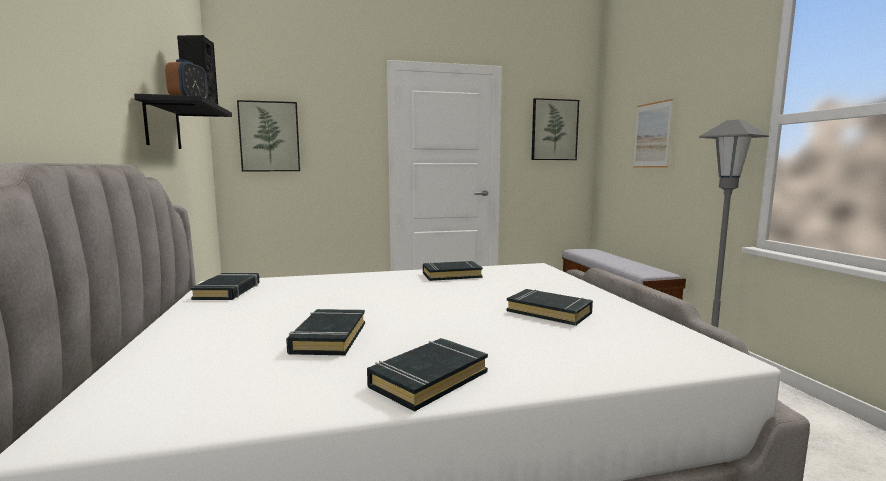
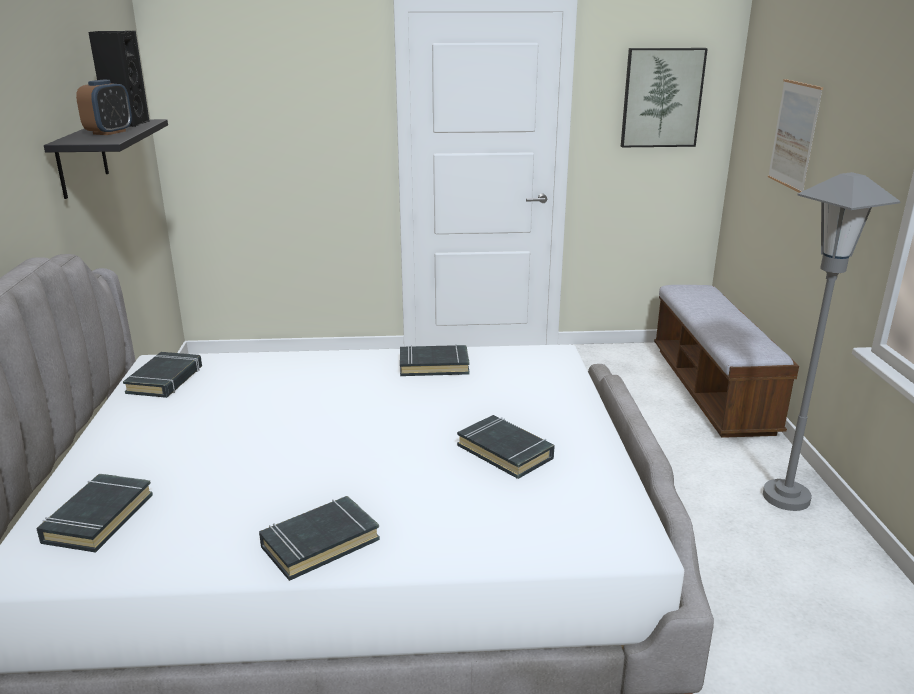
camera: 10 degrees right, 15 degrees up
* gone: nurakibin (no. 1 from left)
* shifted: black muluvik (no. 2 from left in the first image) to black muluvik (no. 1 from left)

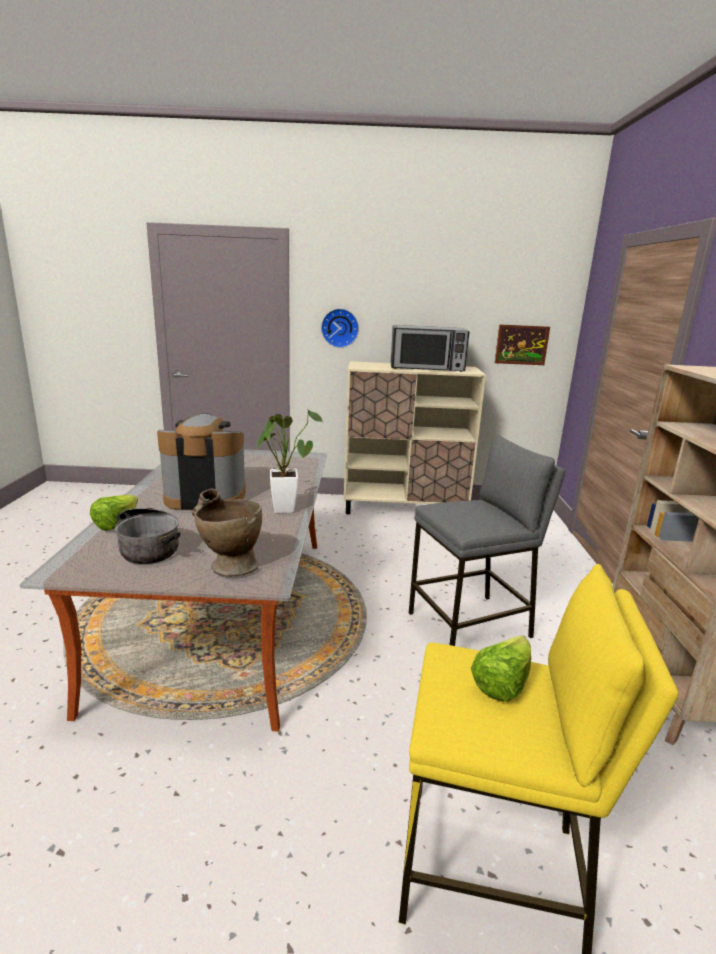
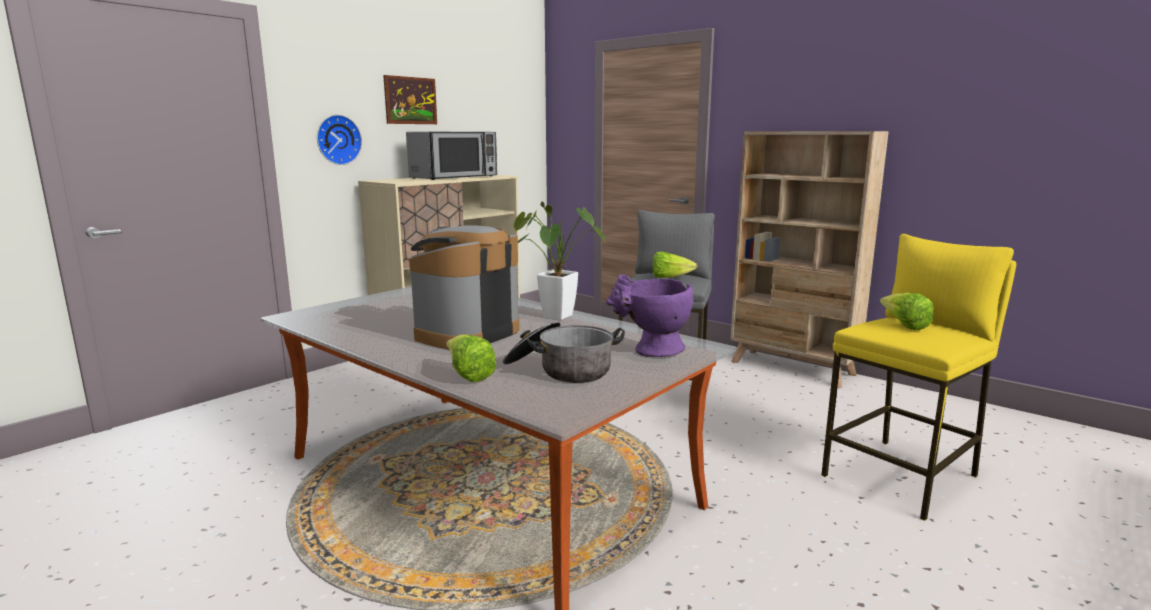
camera: 50 degrees left, 5 degrees down
* repainted: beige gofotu to purple gofotu
* shifted: nurakibin
* new: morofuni (no. 2 from left)

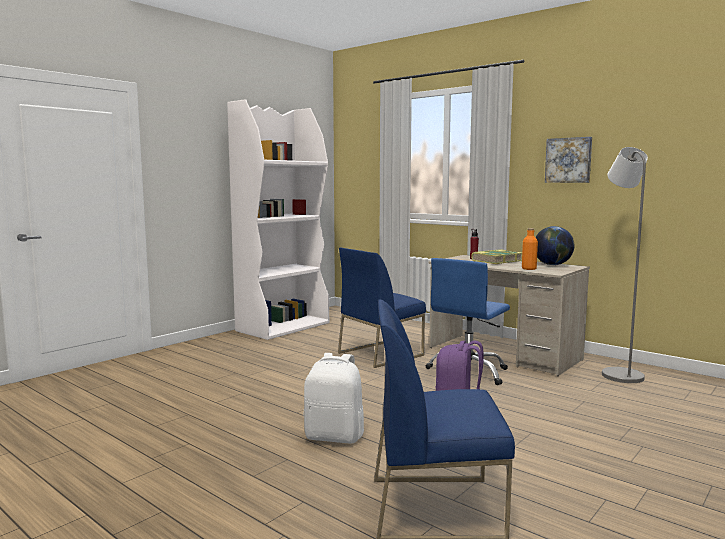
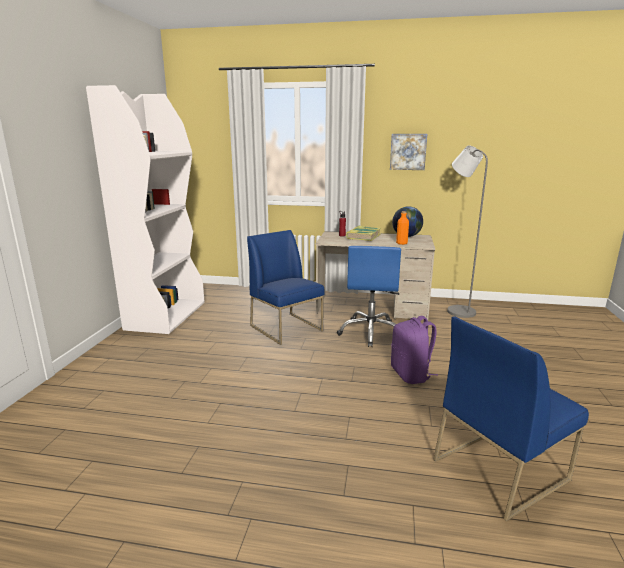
camera: 30 degrees left, 10 degrees up
* gone: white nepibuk
* rotated: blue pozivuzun (no. 1 from left) 120 degrees clockwise

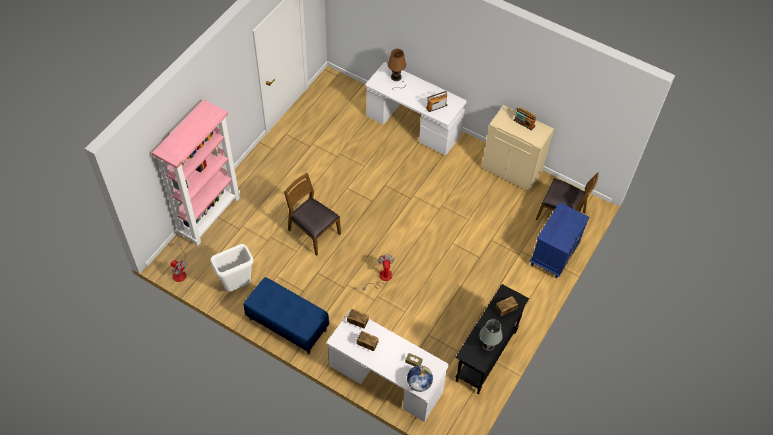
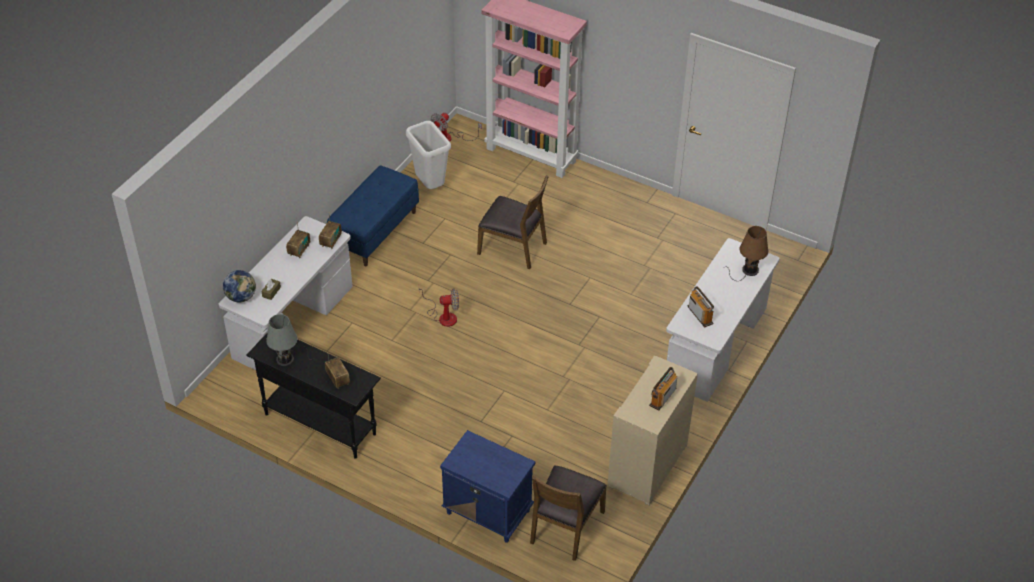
camera: 90 degrees right, 10 degrees down
* rotated: brown pozivuzun (no. 1 from left) 75 degrees clockwise

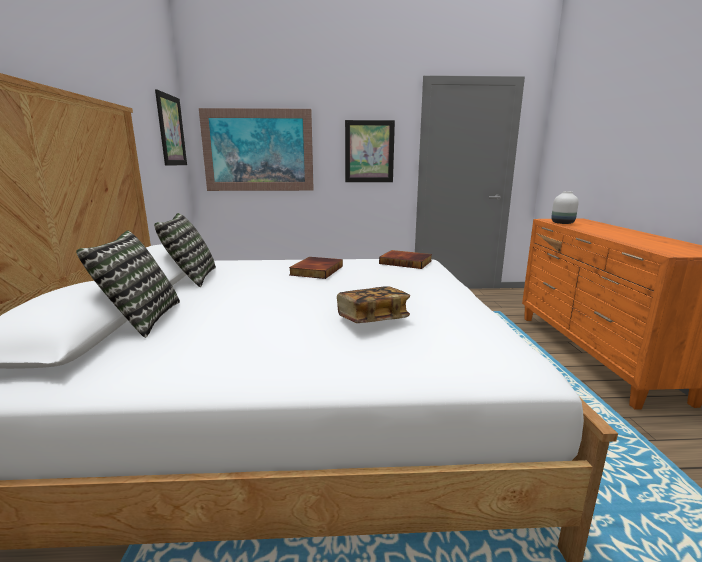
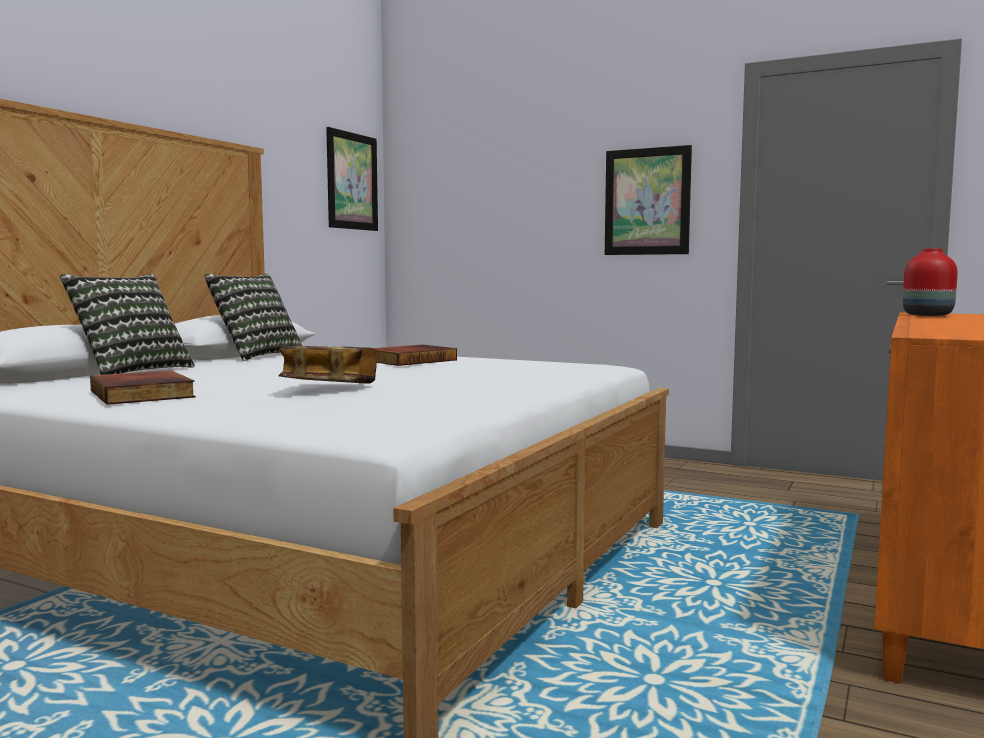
camera: 30 degrees right, 10 degrees down
* gone: nurakibin (no. 2 from left)
* shifted: muluvik (no. 3 from left in the first image) to muluvik (no. 1 from left)
* repainted: white gofotu to red gofotu

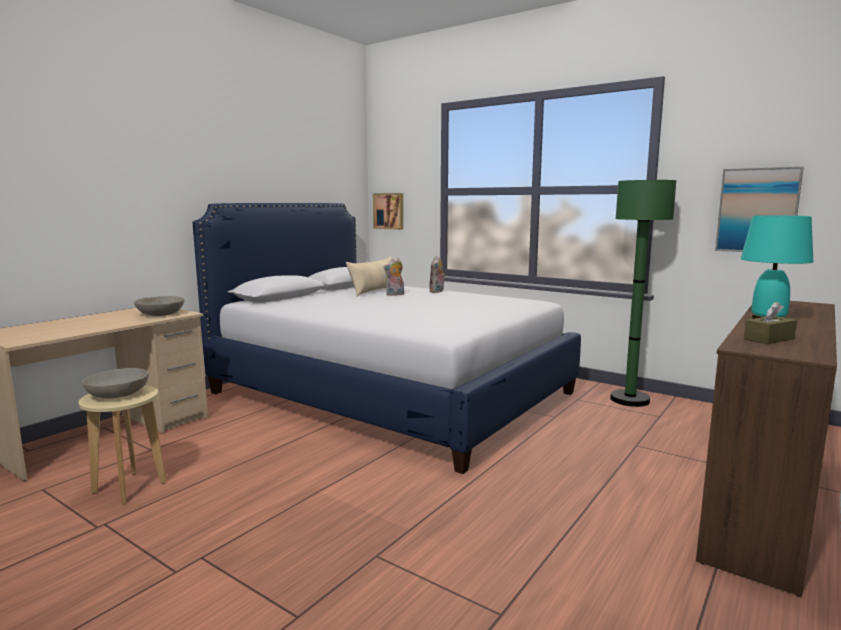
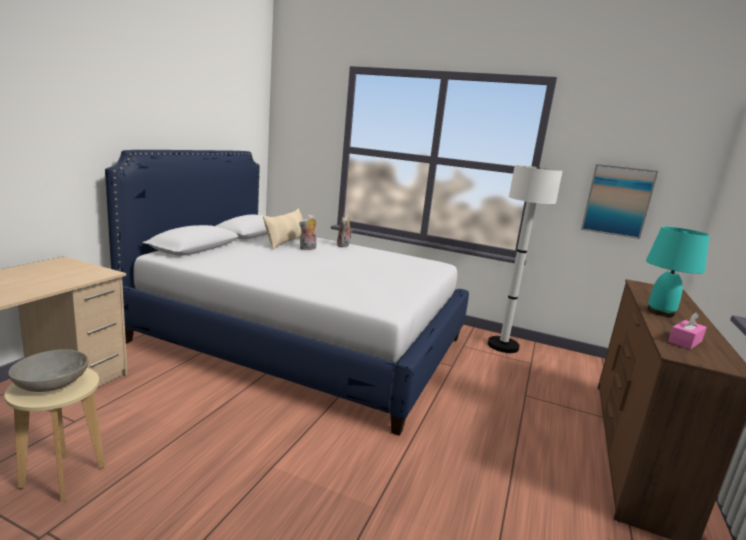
camera: 15 degrees left, 5 degrees up
* gone: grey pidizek (no. 2 from left)
* gone: nurakibin (no. 1 from left)
* repainted: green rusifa to white rusifa
* repainted: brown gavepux to pink gavepux

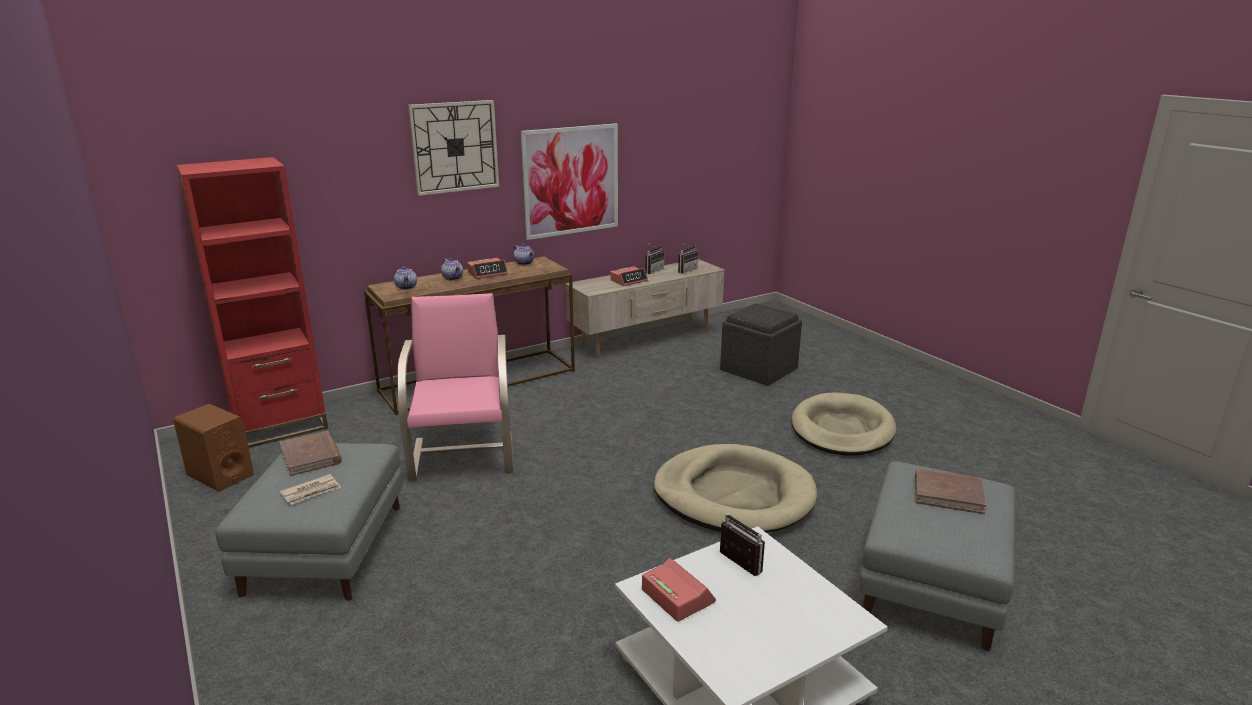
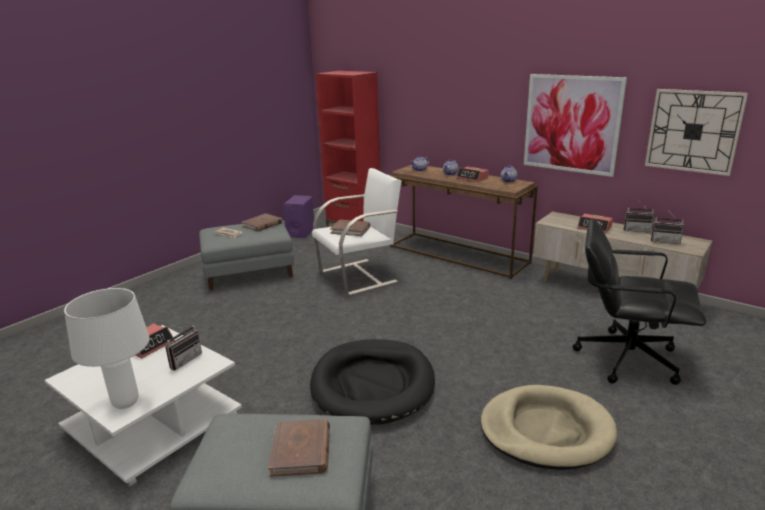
camera: 70 degrees right, 0 degrees up
* repainted: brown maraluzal to purple maraluzal
* repainted: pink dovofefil to white dovofefil
* shifted: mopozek
* repainted: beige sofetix (no. 1 from left) to black sofetix
* swapped: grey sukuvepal (no. 2 from left) to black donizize
* new: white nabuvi
* new: brown muluvik (no. 3 from left)

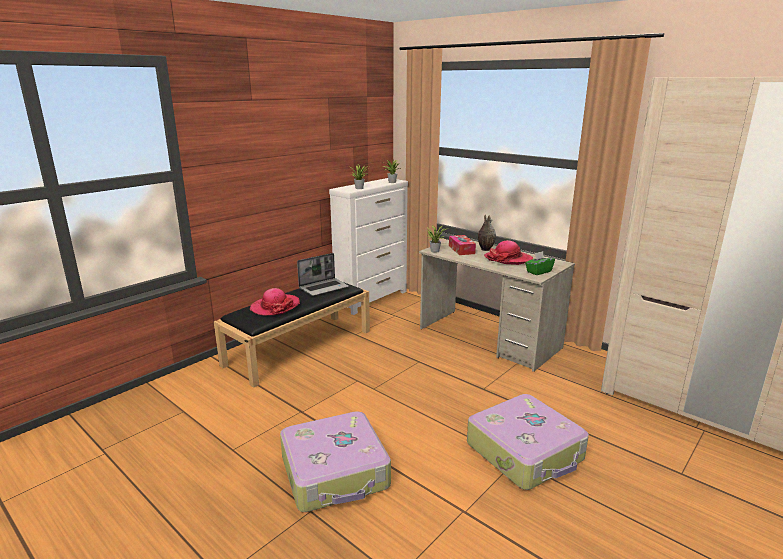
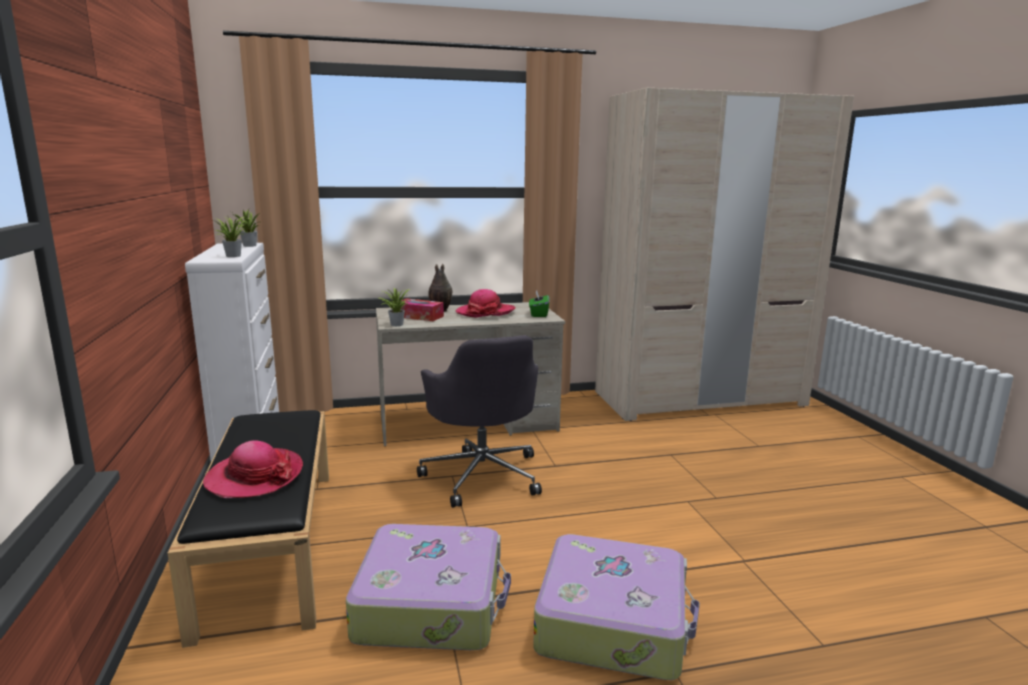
camera: 55 degrees left, 5 degrees down
* gone: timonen
* shifted: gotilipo (no. 2 from left in the first image) to gotilipo (no. 1 from left)
* new: grey donizize

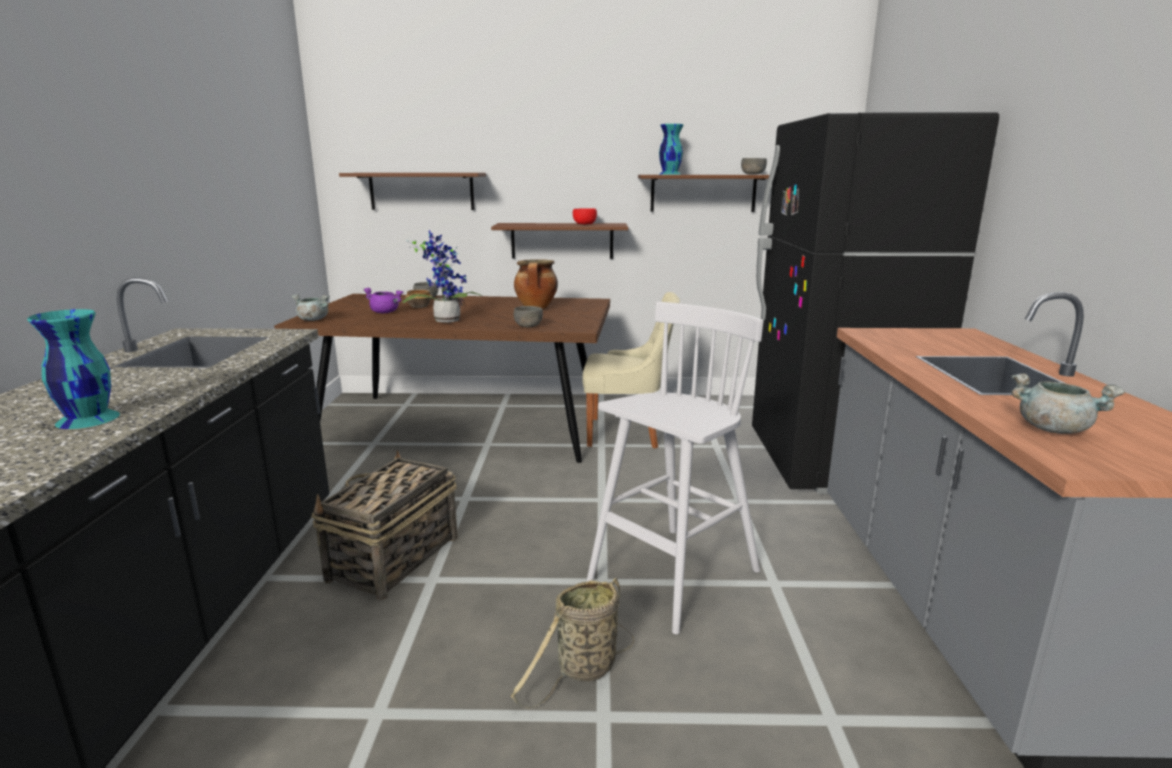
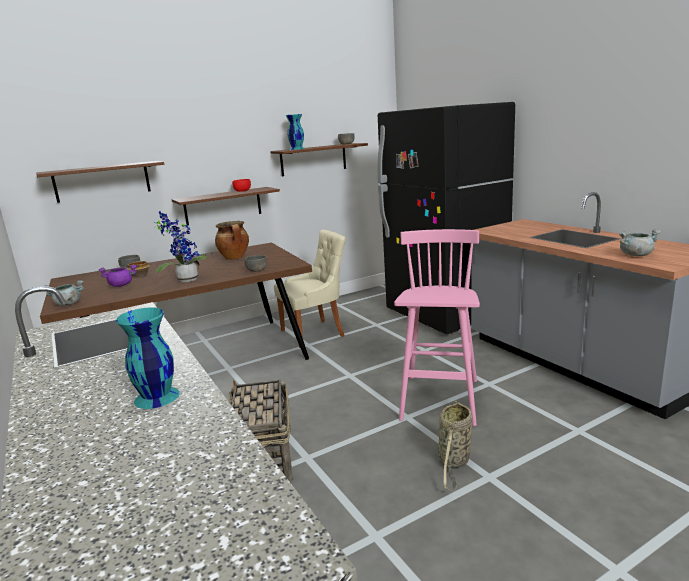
camera: 30 degrees left, 0 degrees up
* repainted: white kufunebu to pink kufunebu

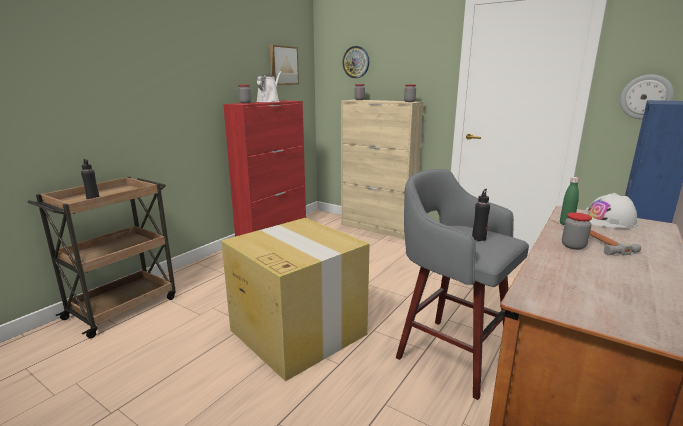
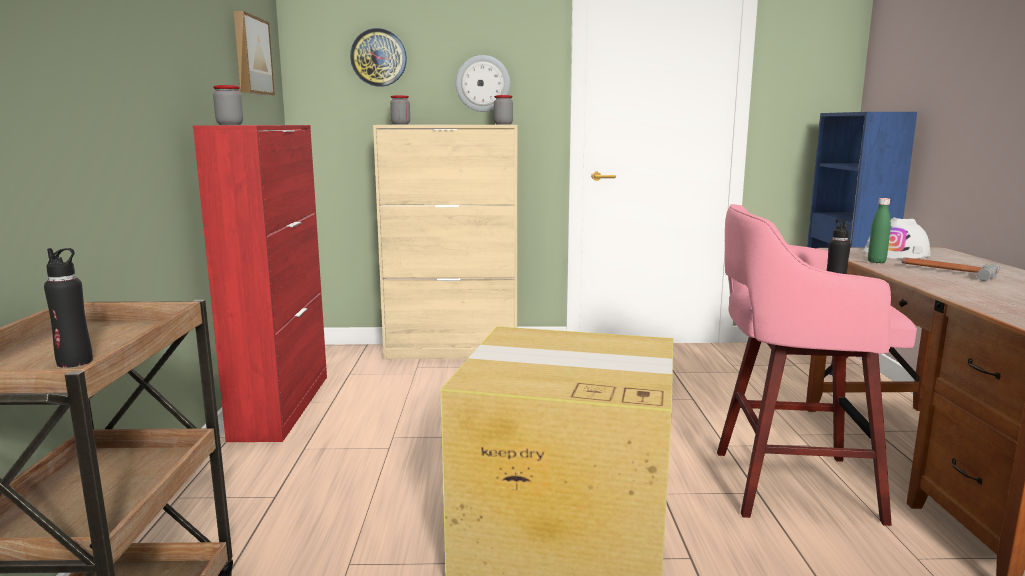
camera: 35 degrees left, 5 degrees down
* gone: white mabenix
* repainted: grey kufunebu to pink kufunebu
* gone: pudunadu (no. 4 from left)
* shifted: mopozek (no. 2 from left)

